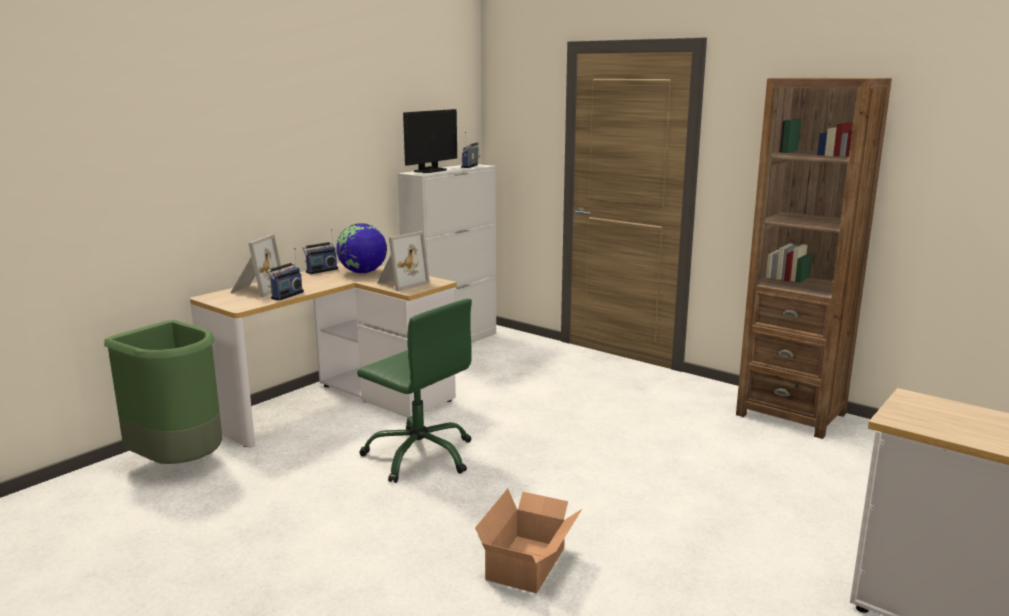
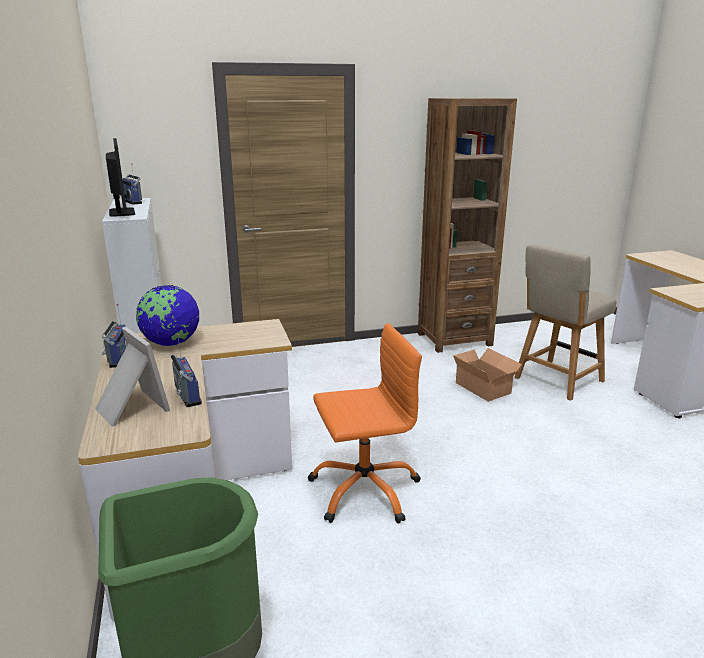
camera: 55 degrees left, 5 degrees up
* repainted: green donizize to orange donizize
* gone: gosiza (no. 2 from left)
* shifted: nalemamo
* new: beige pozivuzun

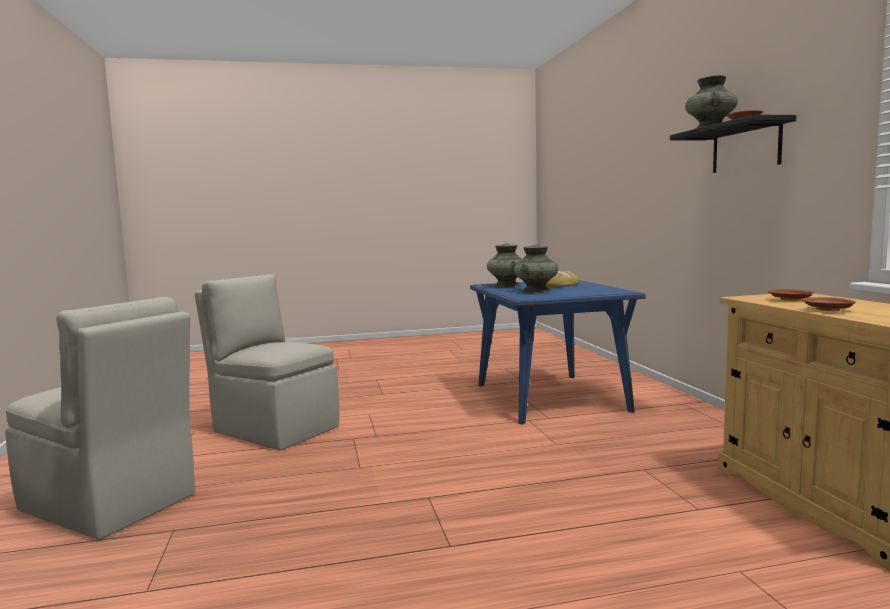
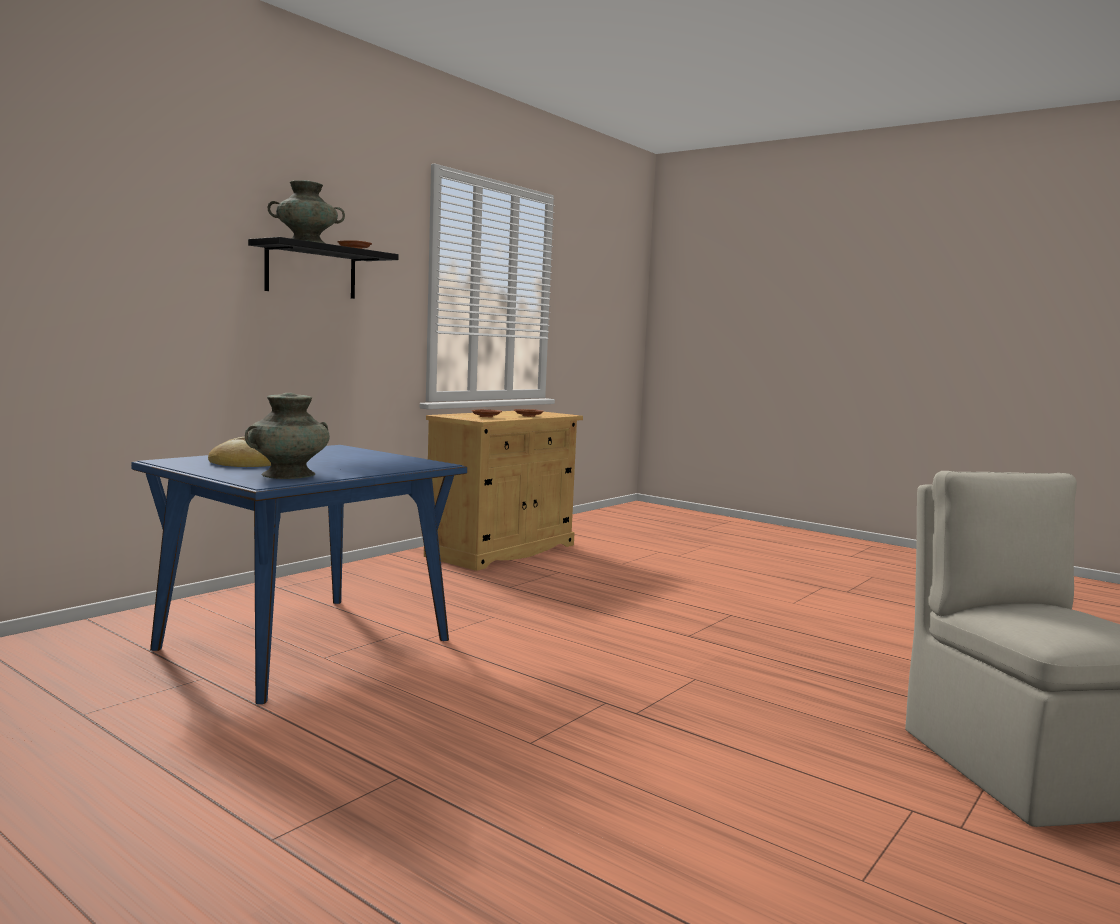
camera: 130 degrees left, 0 degrees up
* gone: beige pozivuzun (no. 2 from left)
* gone: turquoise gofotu (no. 2 from left)

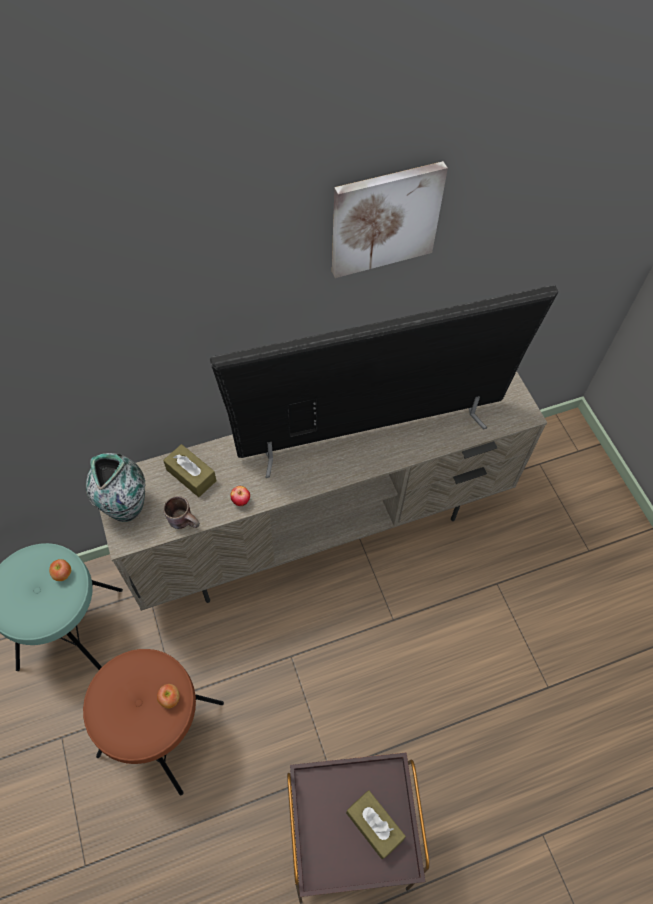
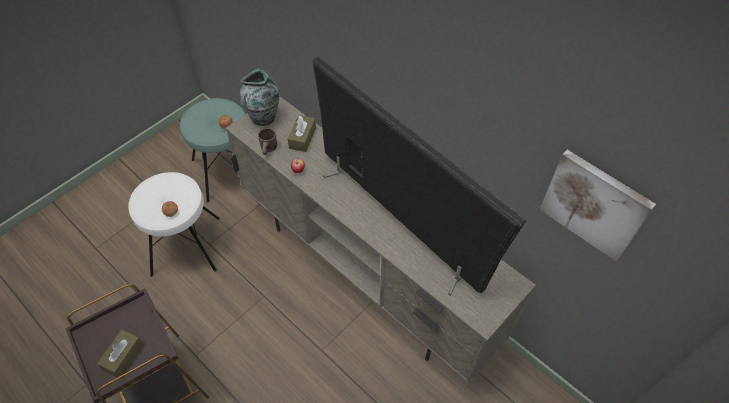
camera: 65 degrees right, 5 degrees down
* repainted: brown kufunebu to white kufunebu
* shifted: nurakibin

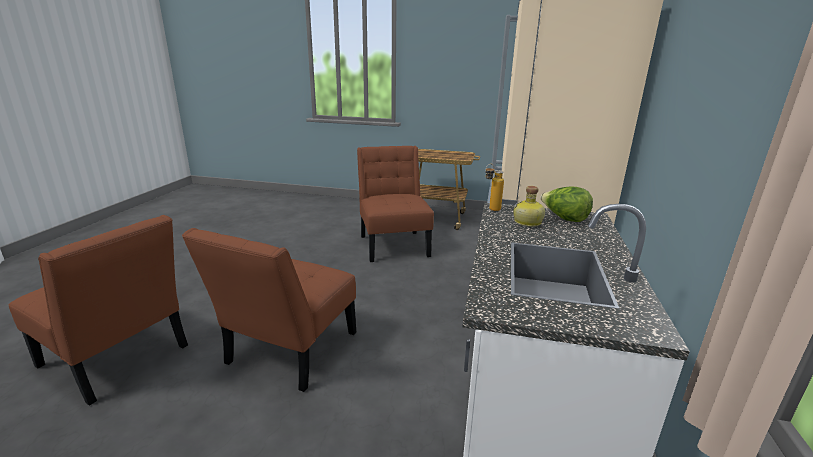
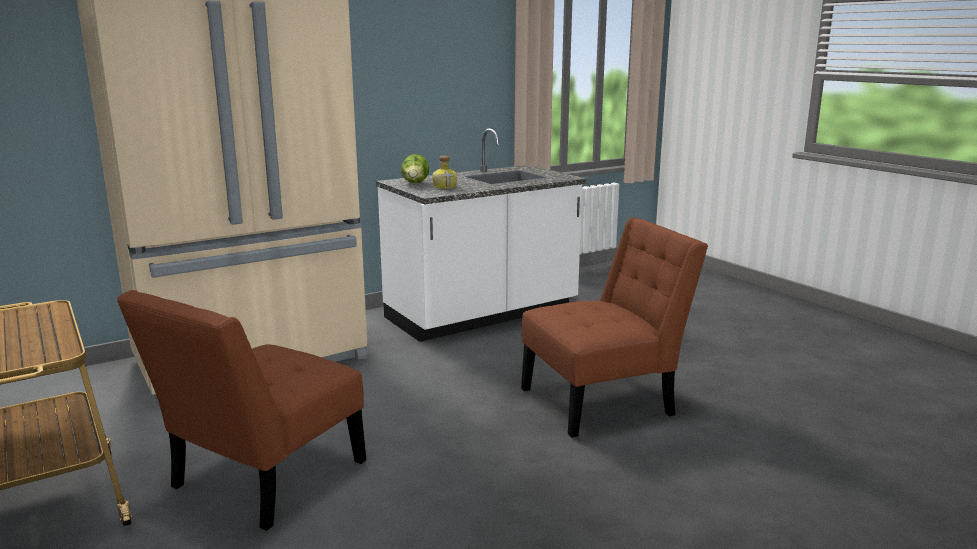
camera: 135 degrees left, 5 degrees down
* gone: brown pozivuzun (no. 1 from left)
* gone: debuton (no. 1 from left)

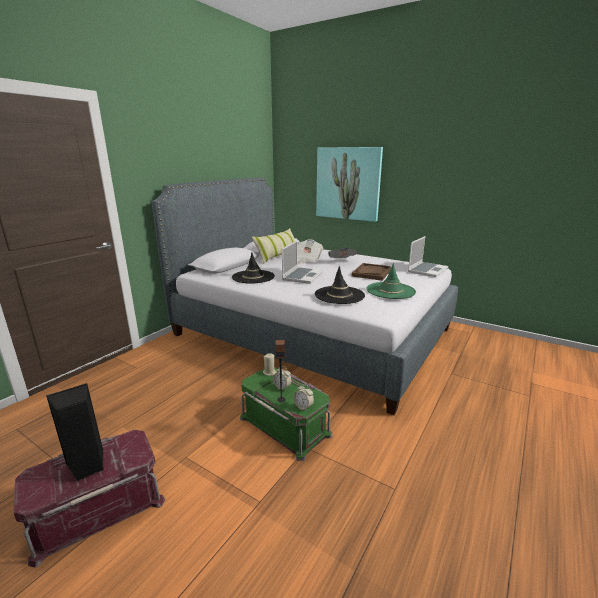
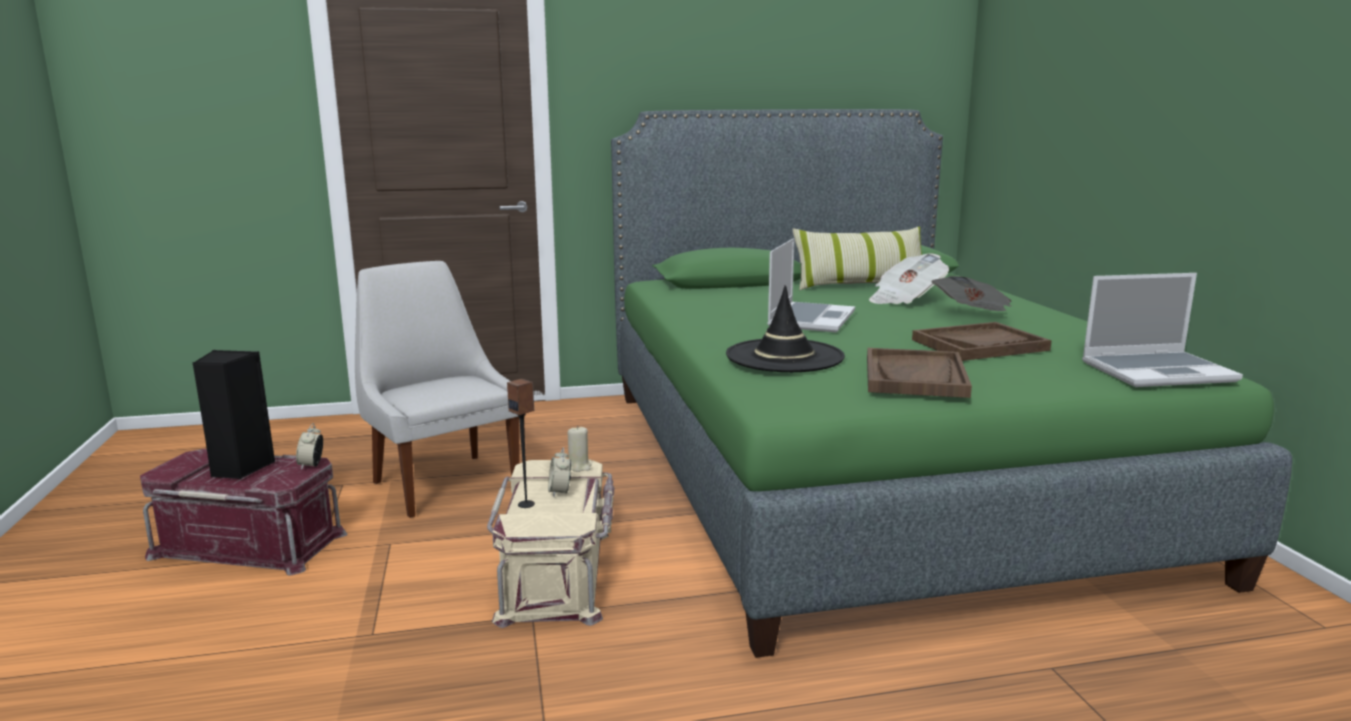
camera: 45 degrees right, 5 degrees down
* repainted: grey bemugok to green bemugok
* gone: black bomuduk (no. 1 from left)
* repainted: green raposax to beige raposax
* rotated: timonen (no. 1 from left) 45 degrees counterclockwise
* shifted: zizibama (no. 2 from left in the first image) to zizibama (no. 1 from left)
* gone: nurakibin
* swapped: green bomuduk to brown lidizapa (no. 1 from left)
* new: white pozivuzun

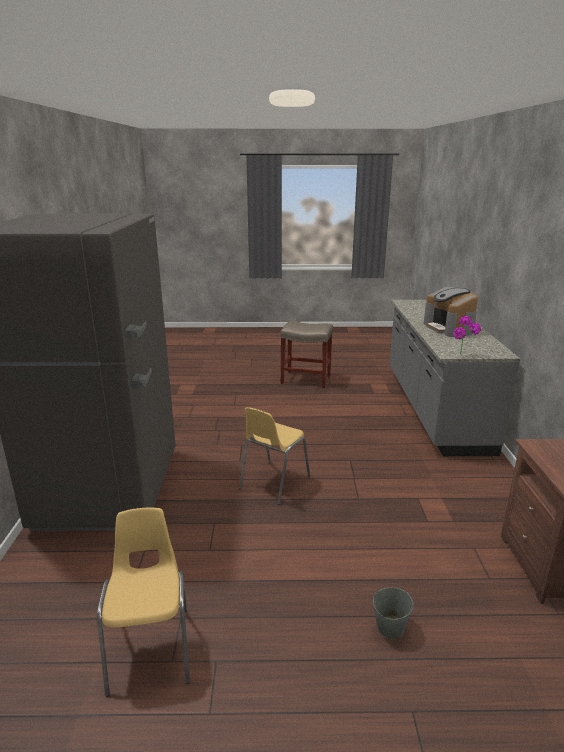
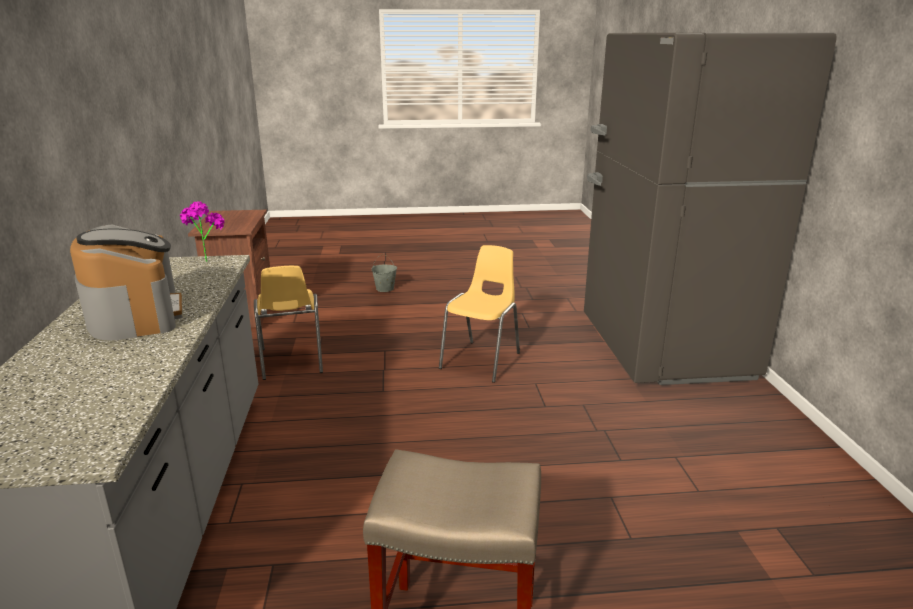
camera: 175 degrees right, 0 degrees up
* shifted: yellow pozivuzun (no. 1 from left)

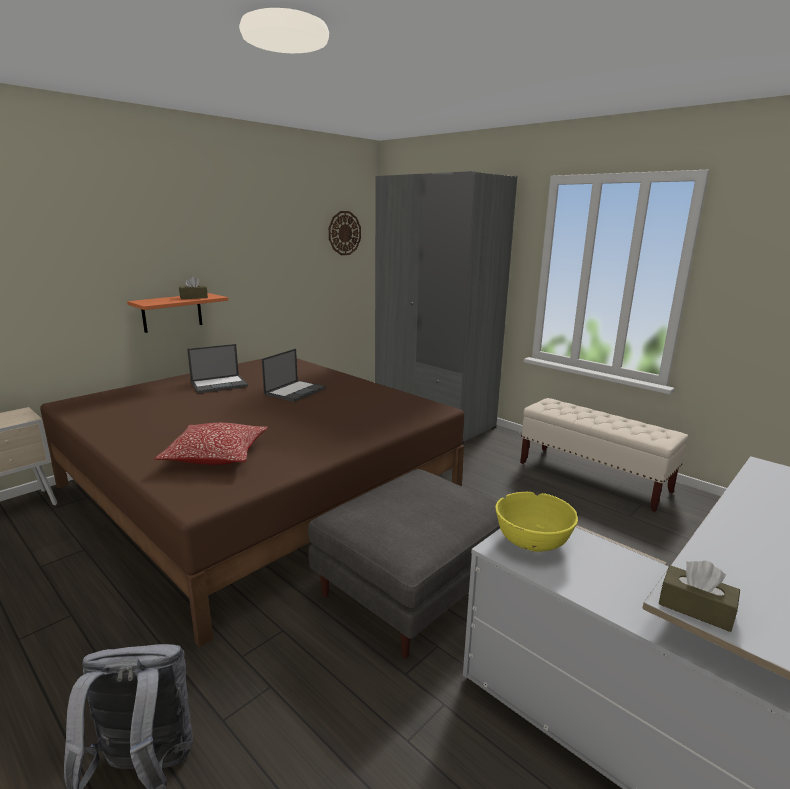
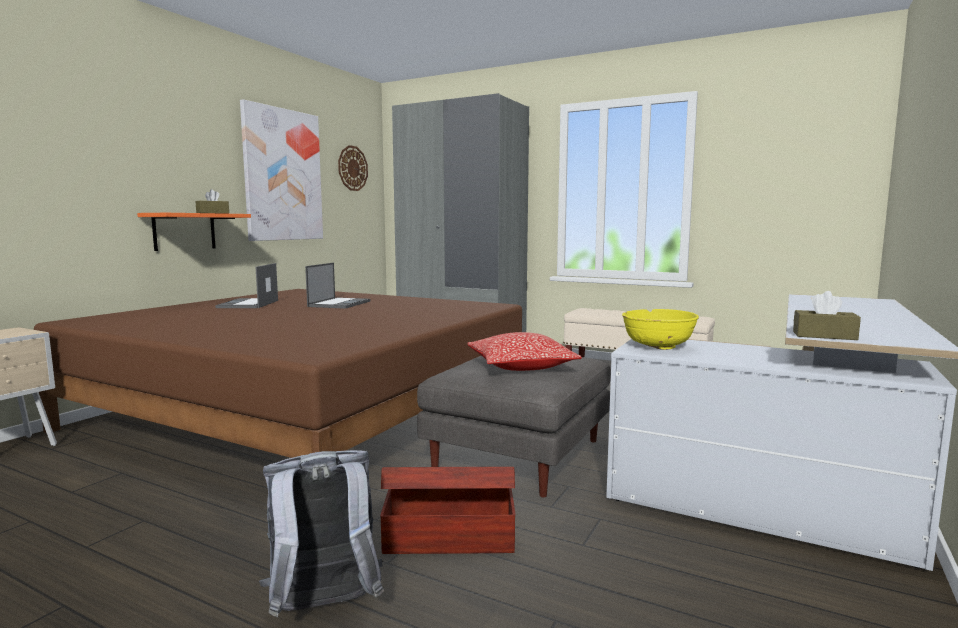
camera: 15 degrees left, 10 degrees down
* shifted: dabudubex
* rotated: timonen (no. 1 from left) 135 degrees clockwise
* new: nurakibin
* new: brown raposax

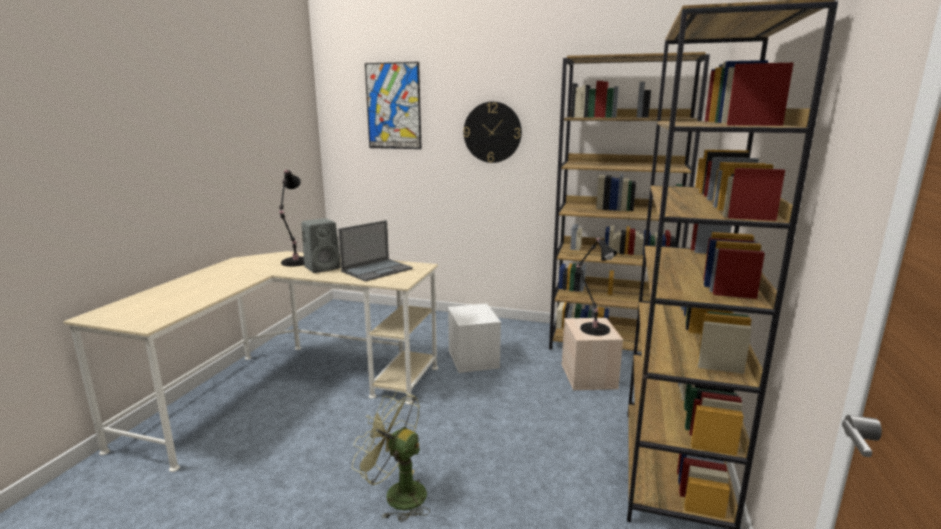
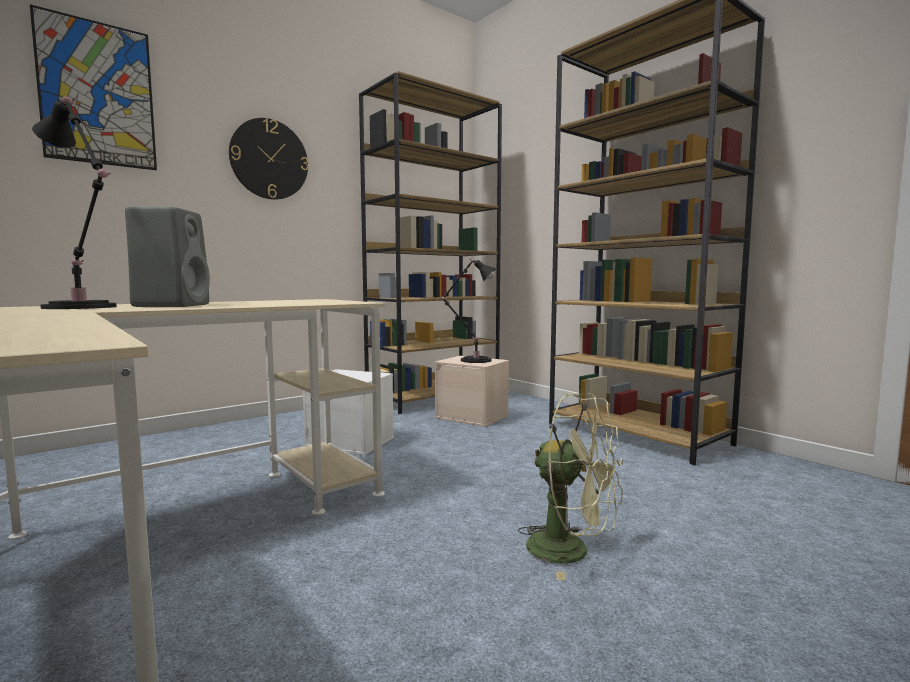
camera: 55 degrees left, 10 degrees down
* gone: timonen
* rotated: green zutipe 120 degrees counterclockwise

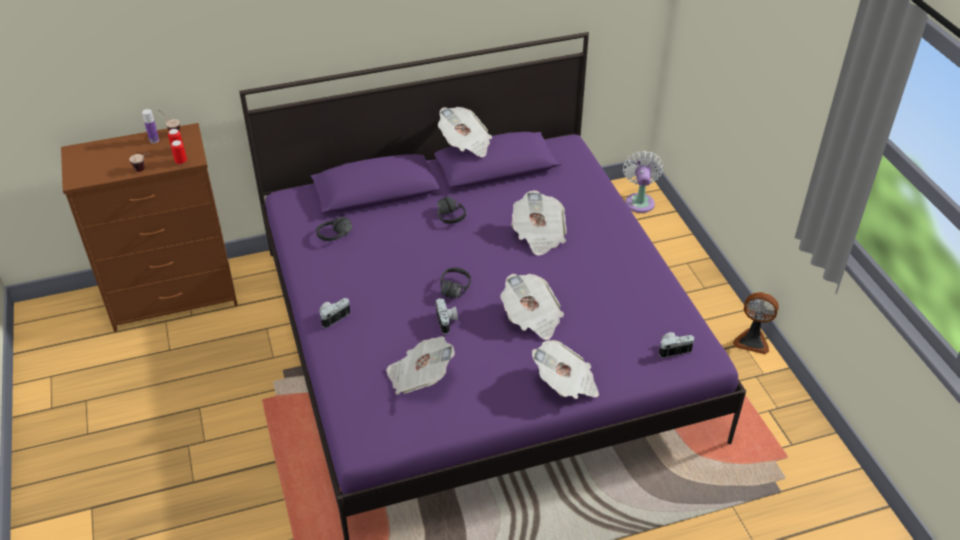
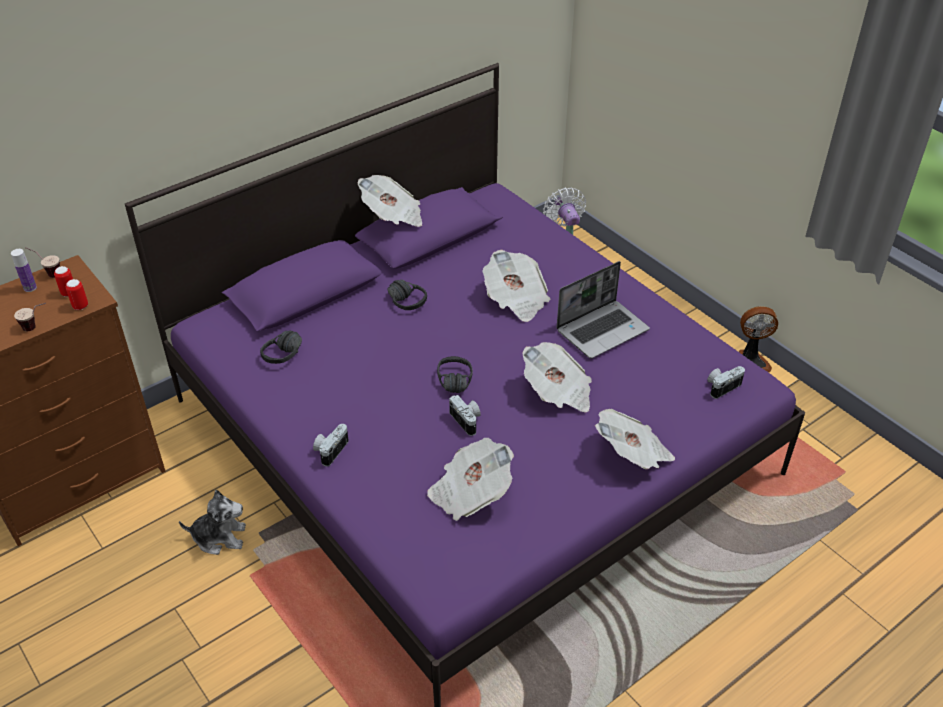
camera: 20 degrees left, 0 degrees up
* new: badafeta
* new: timonen

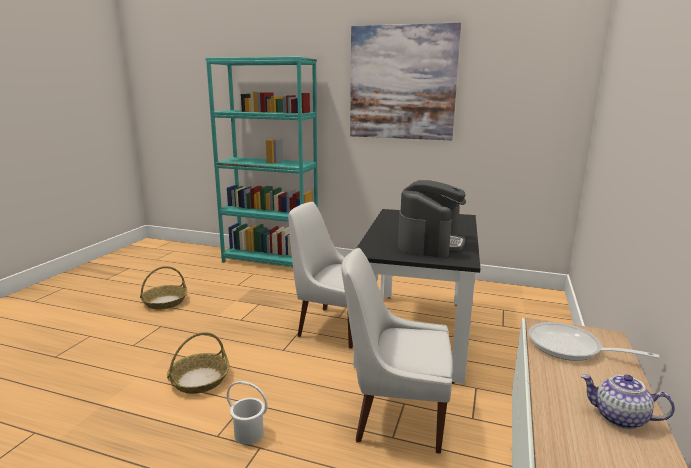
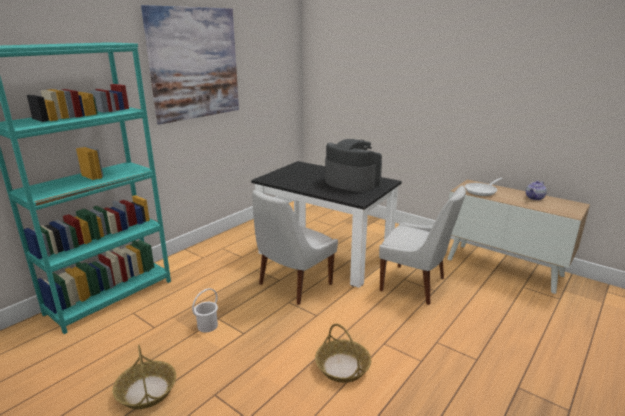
camera: 70 degrees left, 5 degrees up
* shifted: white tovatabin
* rotated: white pozivuzun (no. 2 from left) 90 degrees counterclockwise

